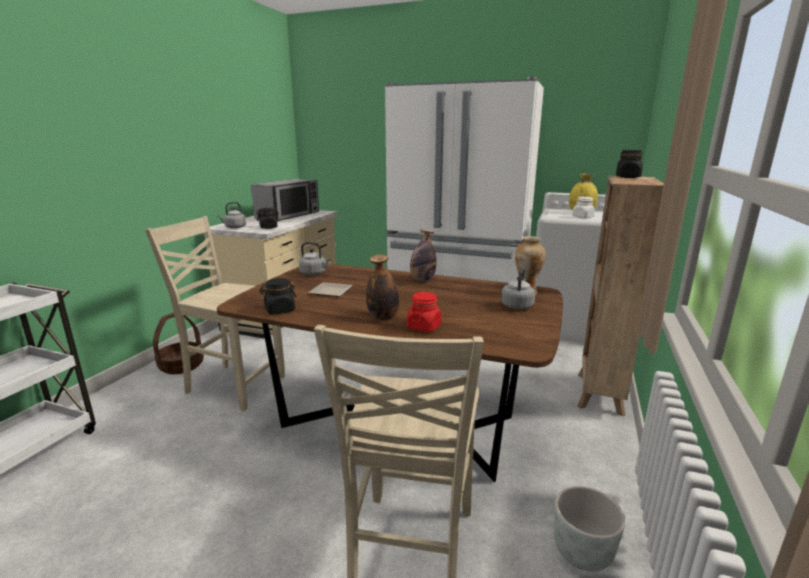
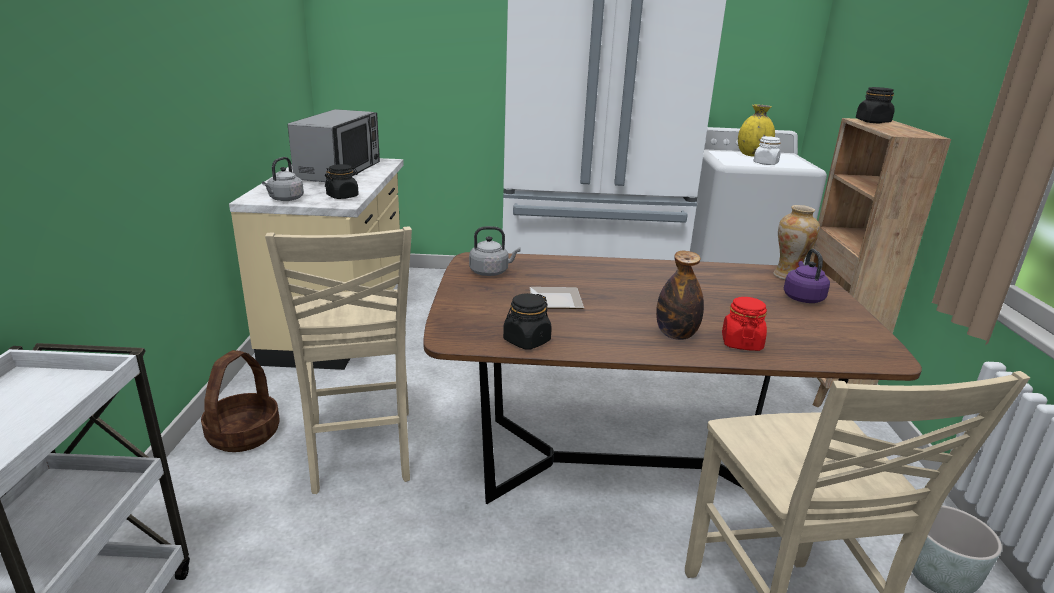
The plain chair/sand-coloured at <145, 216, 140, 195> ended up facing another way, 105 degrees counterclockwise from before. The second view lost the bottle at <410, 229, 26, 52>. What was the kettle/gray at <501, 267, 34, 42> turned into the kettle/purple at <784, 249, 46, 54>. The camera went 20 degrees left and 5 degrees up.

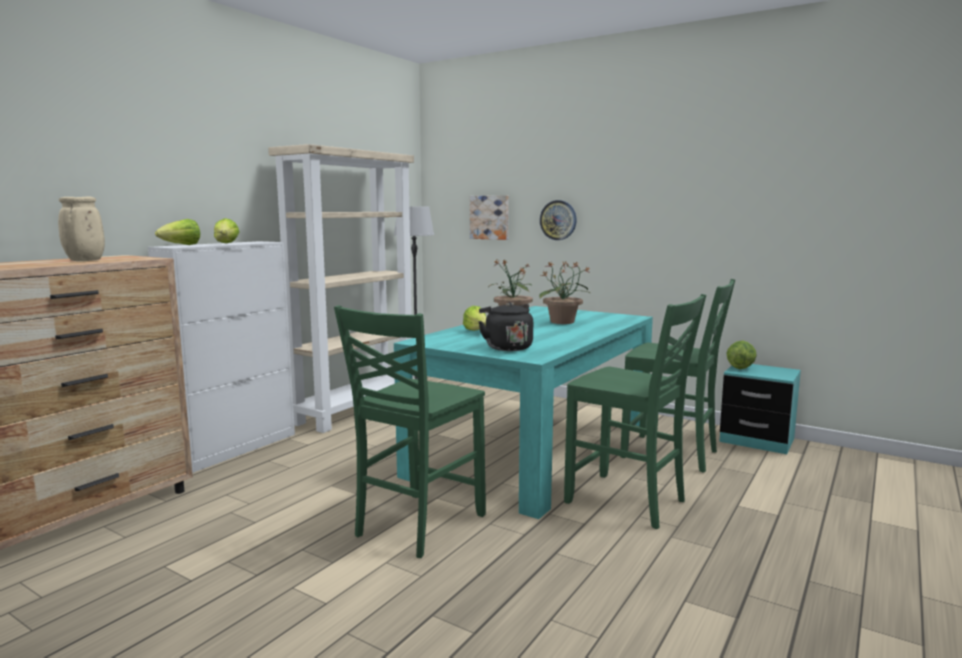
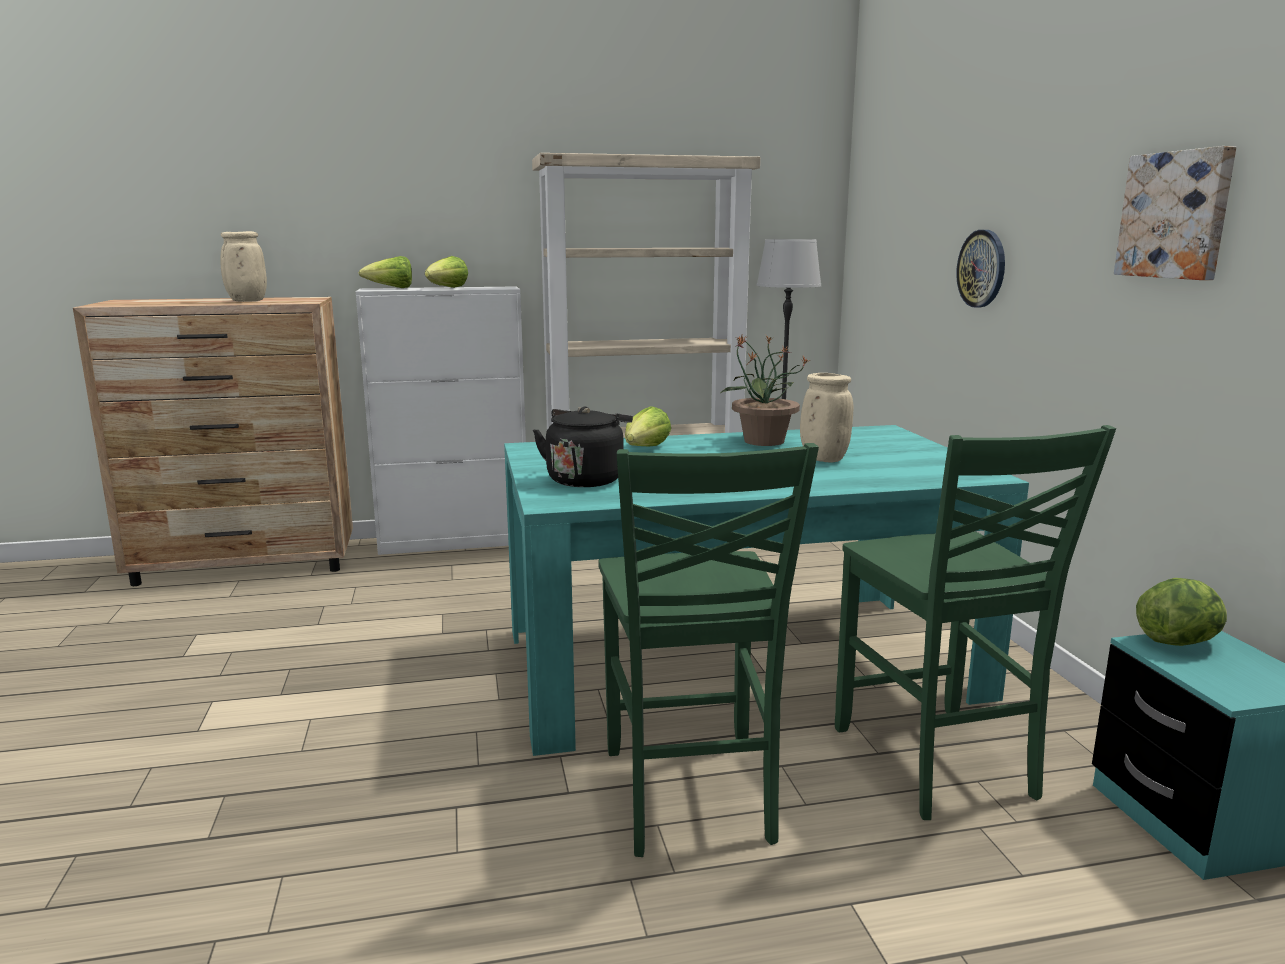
The wall art ended up elsewhere, having gone from <470, 195, 39, 45> to <1114, 146, 123, 134>. Where the houseplant stood at <539, 261, 52, 63>, the flower vase/sand-coloured came to stand at <800, 373, 53, 89>. The second view lost the plain chair/green-coloured at <334, 305, 152, 253>. The camera went 45 degrees right and 5 degrees up.

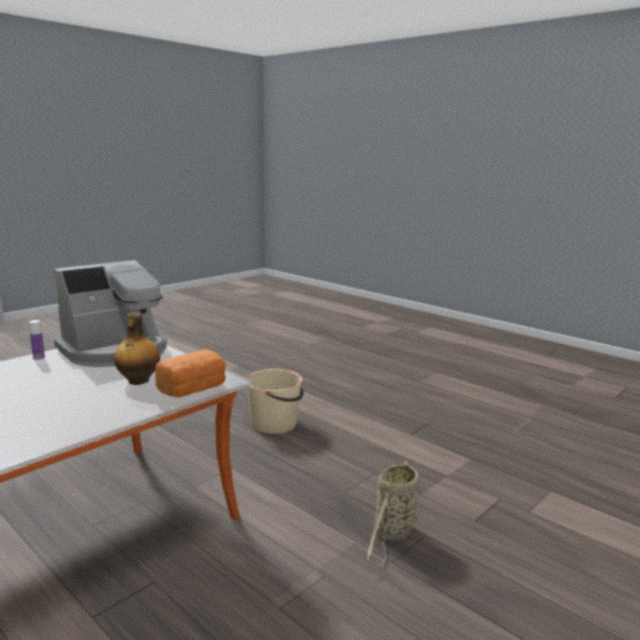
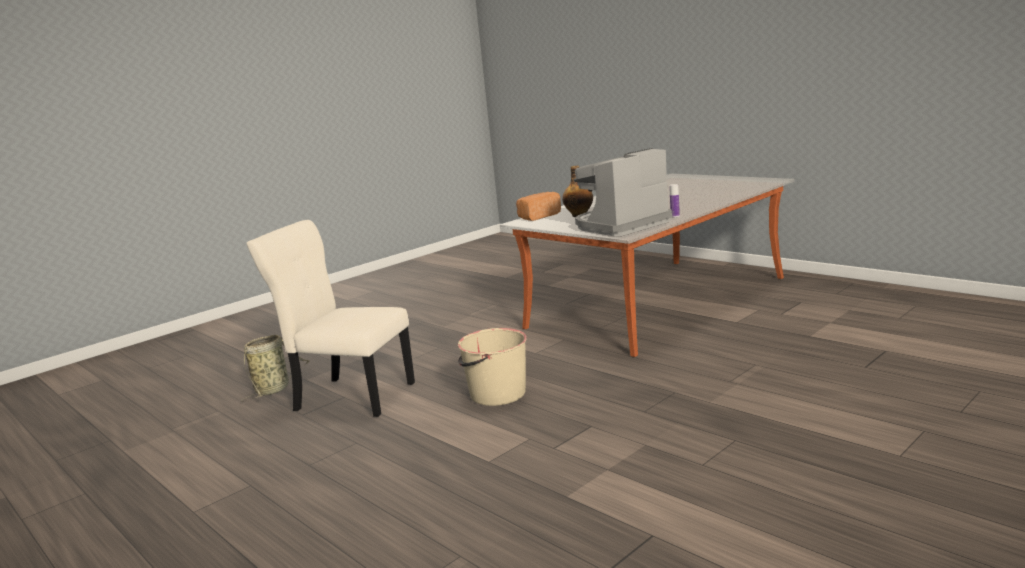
The household basket ended up elsewhere, having gone from <367, 461, 52, 104> to <241, 335, 68, 67>. The second view gained the plain chair/sand-coloured at <246, 220, 169, 197>. The camera went 175 degrees left and 0 degrees up.

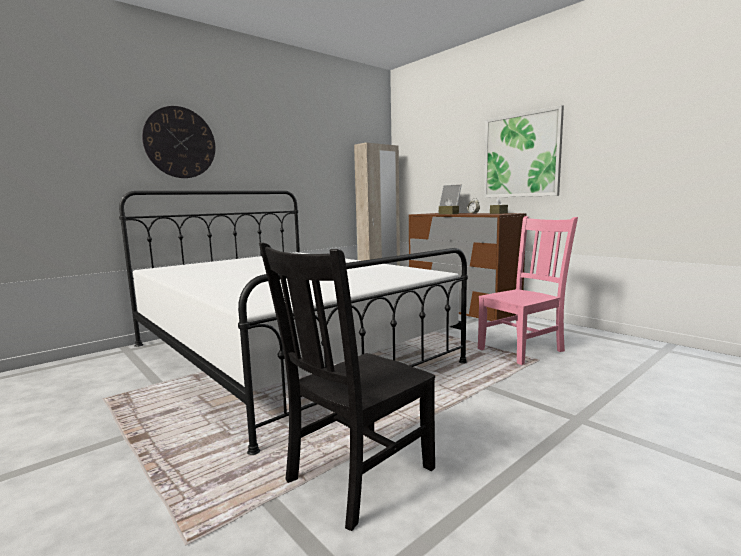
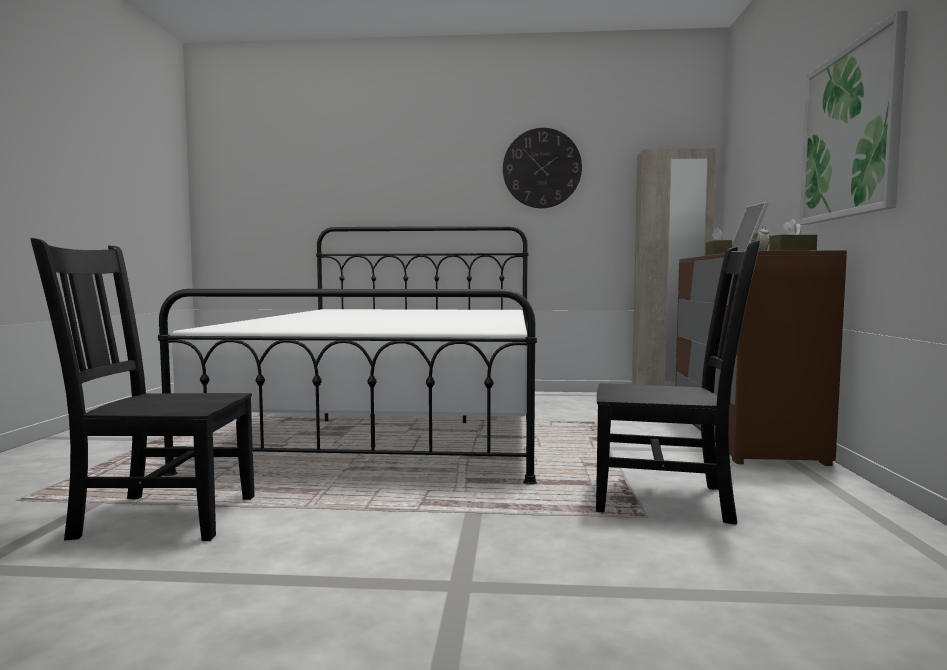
The wall clock ended up elsewhere, having gone from <142, 106, 73, 72> to <503, 128, 79, 80>. What was the plain chair/pinkish at <478, 216, 100, 149> turned into the plain chair/black at <596, 240, 164, 285>. The camera went 45 degrees right and 5 degrees down.

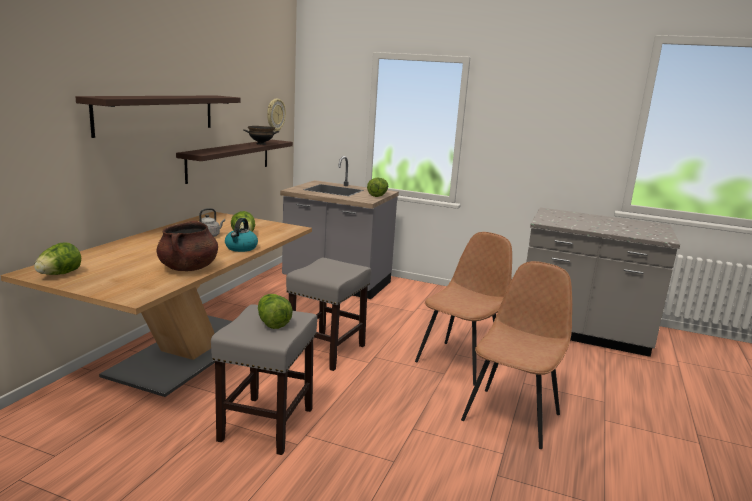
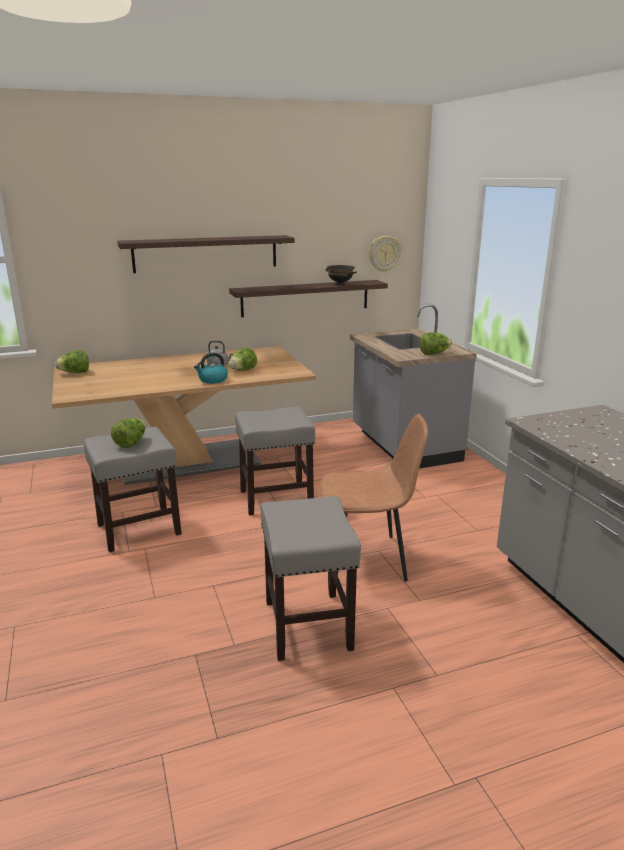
The second view lost the saucepot/brown at <157, 220, 61, 51>. Where the plain chair/brown stood at <461, 261, 111, 188>, the stool/gray came to stand at <260, 496, 101, 165>. The camera went 50 degrees right and 5 degrees up.

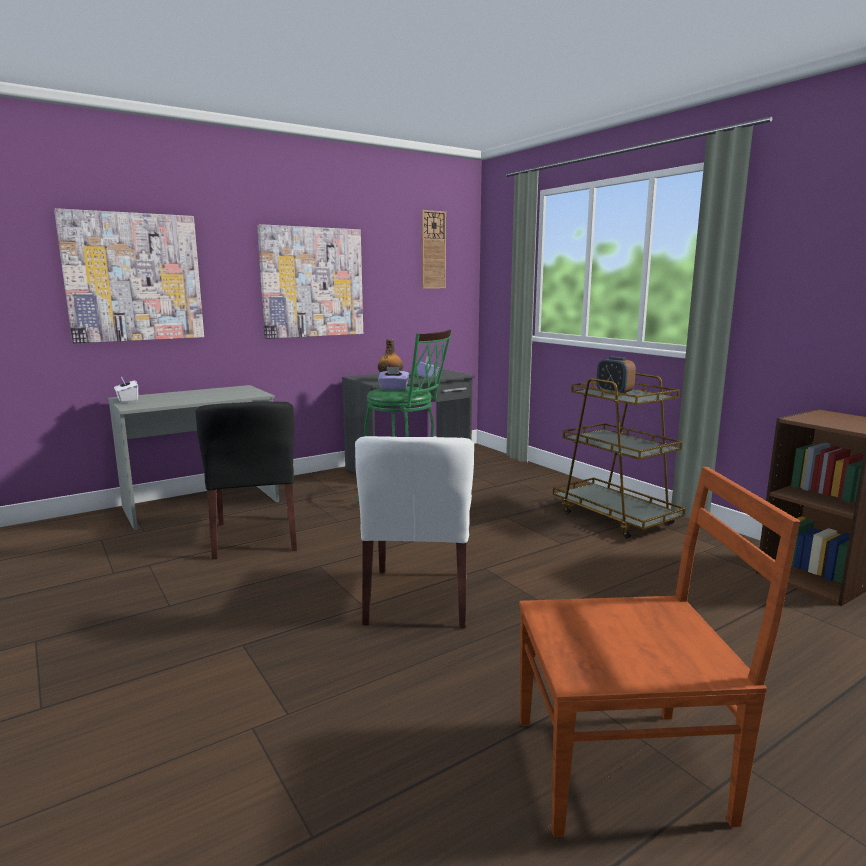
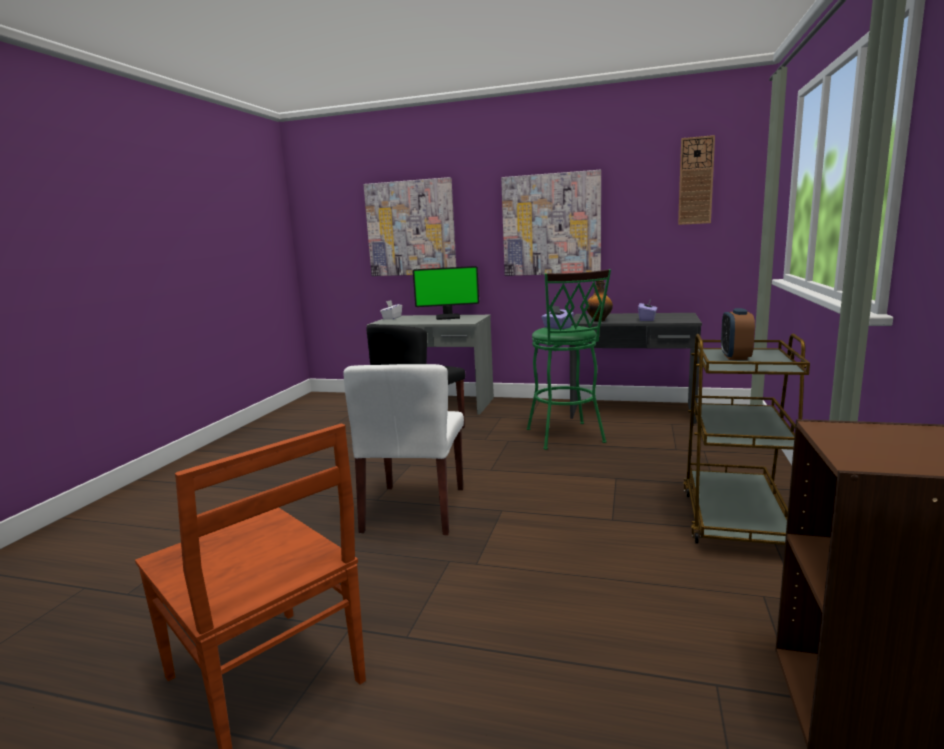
The plain chair/white-coloured at <355, 436, 119, 193> ended up facing another way, 45 degrees counterclockwise from before. The second view gained the monitor at <413, 266, 66, 54>. The camera went 50 degrees right and 0 degrees up.

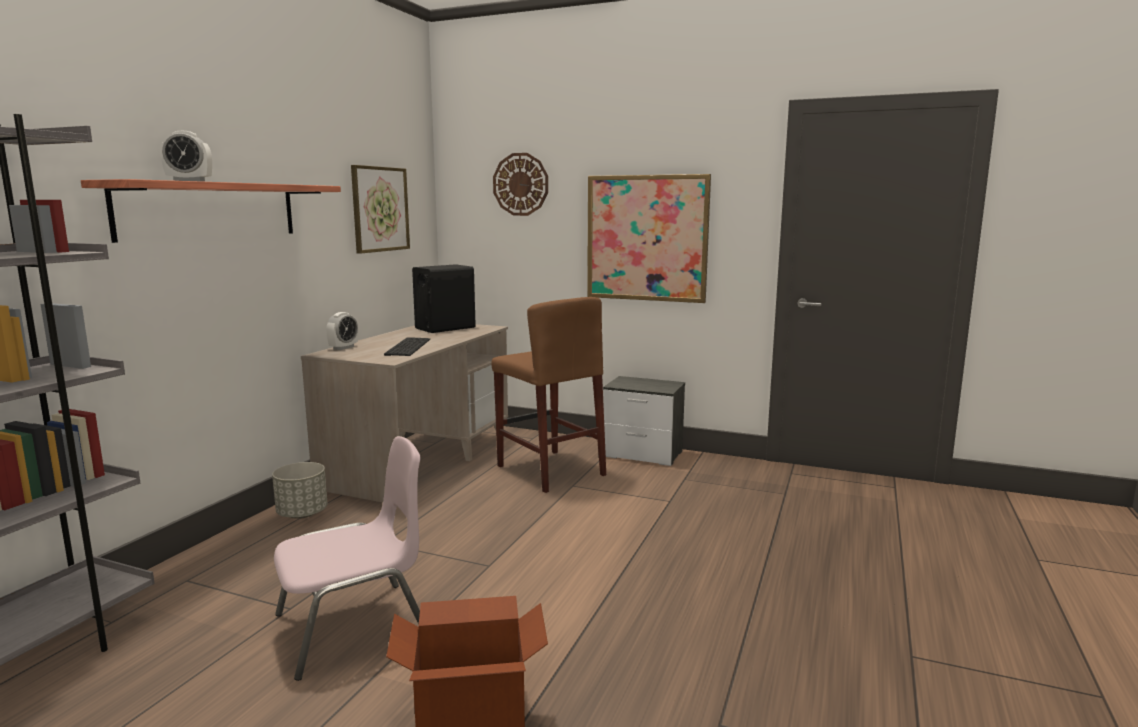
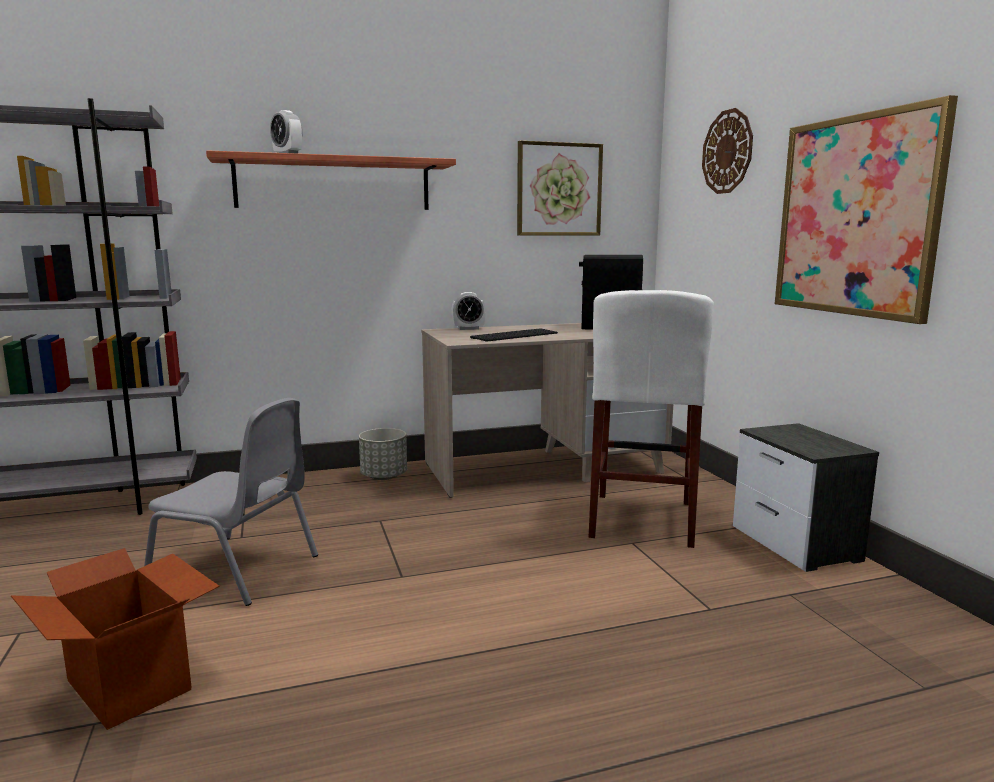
What was the stool/brown at <491, 297, 115, 196> turned into the stool/white-coloured at <589, 290, 125, 258>. What was the plain chair/pinkish at <274, 436, 146, 245> turned into the plain chair/gray at <144, 398, 174, 208>. The camera went 50 degrees right and 0 degrees up.

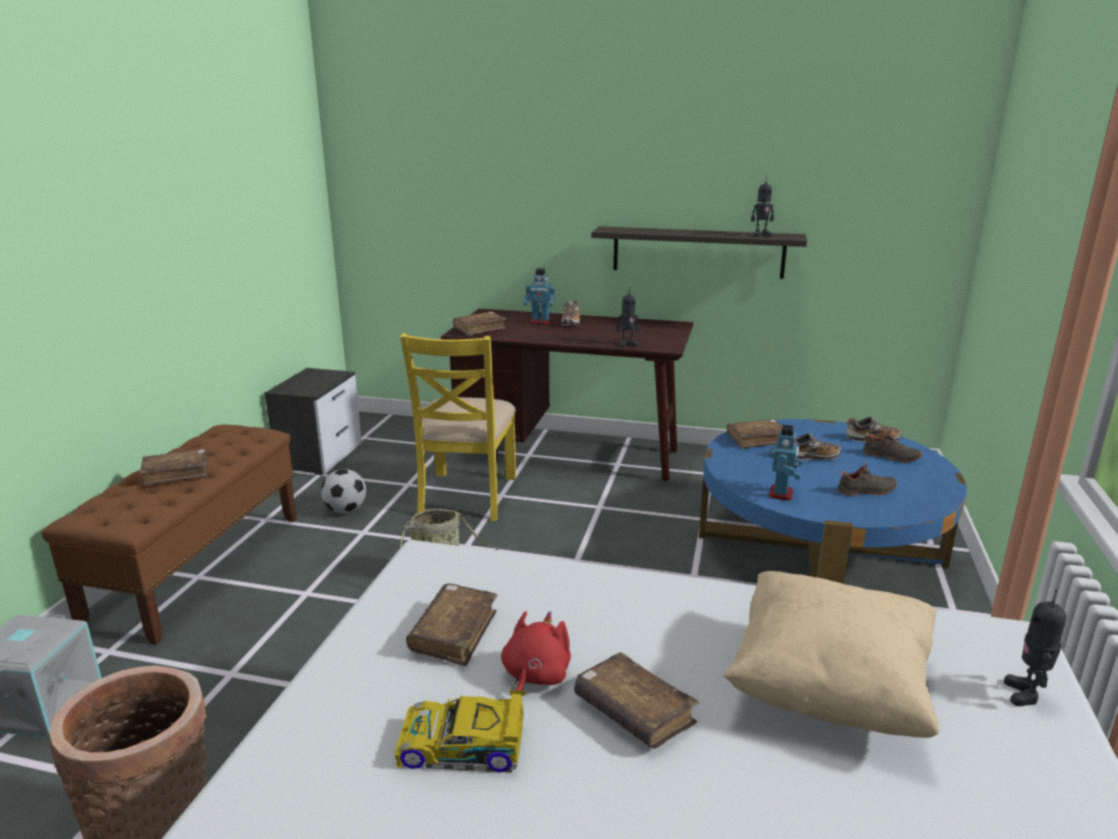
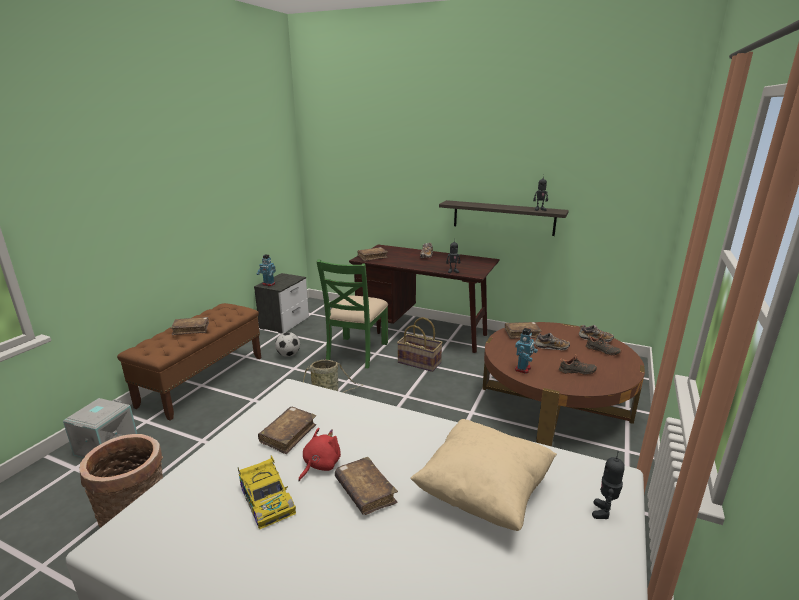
The toy robot ended up elsewhere, having gone from <524, 268, 31, 57> to <257, 254, 19, 32>. What was the plain chair/yellowish at <400, 333, 116, 188> turned into the plain chair/green-coloured at <317, 260, 71, 108>. What was the lounge table/blue-coloured at <699, 419, 268, 165> turned into the lounge table/brown at <482, 322, 163, 125>. The toy car at <395, 690, 131, 82> ended up facing another way, 135 degrees counterclockwise from before. The second view gained the household basket at <397, 317, 46, 55>. The camera went 10 degrees right and 0 degrees up.

